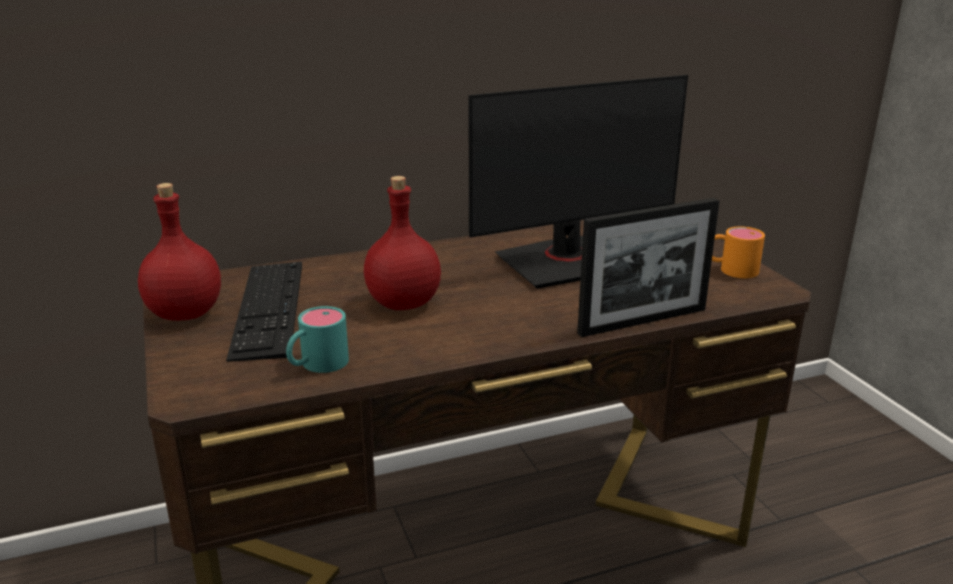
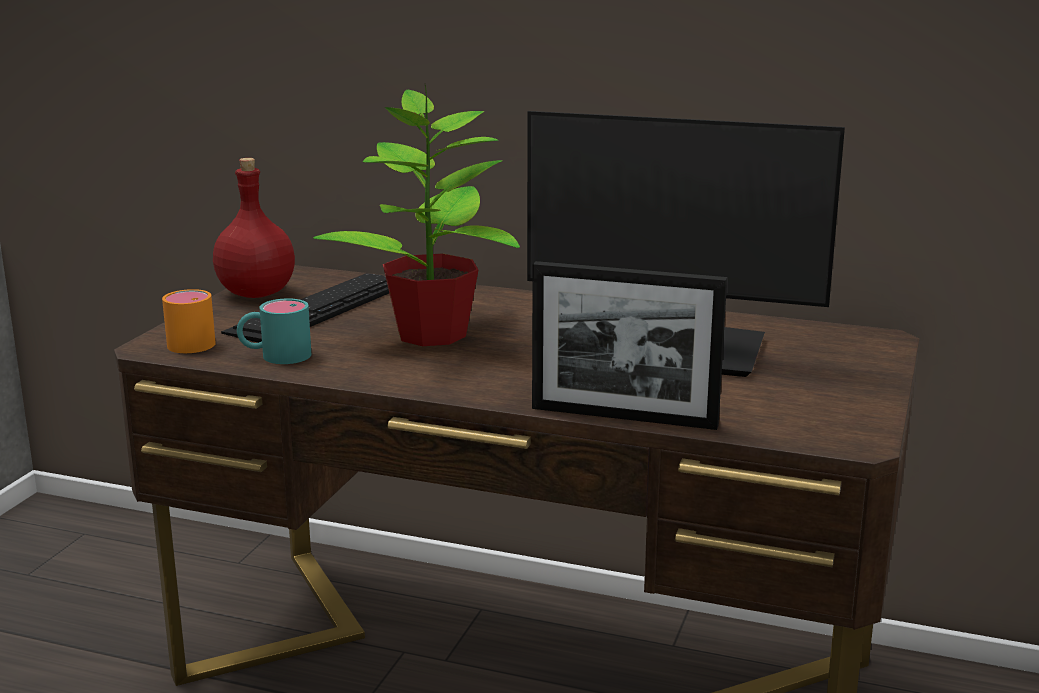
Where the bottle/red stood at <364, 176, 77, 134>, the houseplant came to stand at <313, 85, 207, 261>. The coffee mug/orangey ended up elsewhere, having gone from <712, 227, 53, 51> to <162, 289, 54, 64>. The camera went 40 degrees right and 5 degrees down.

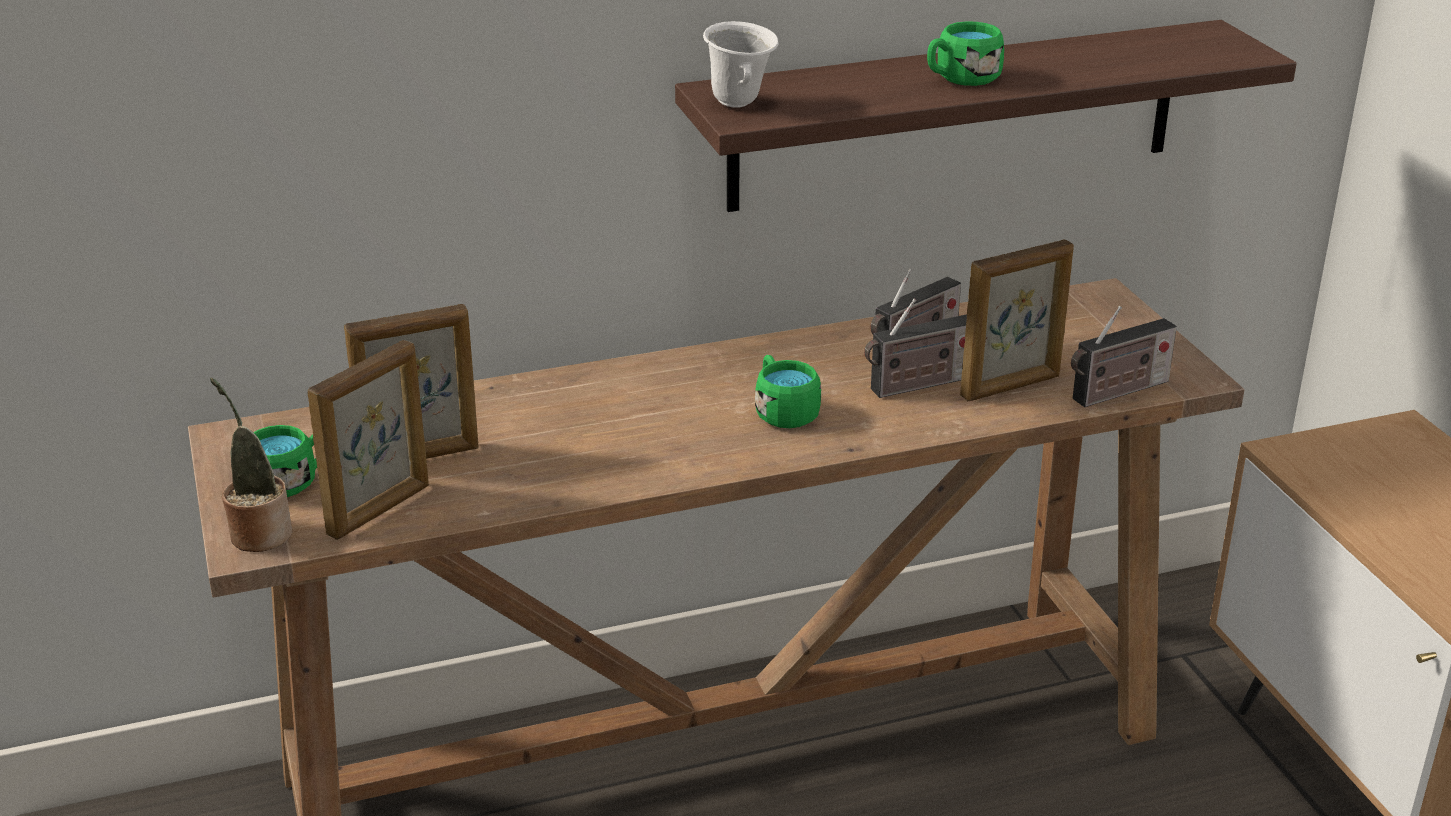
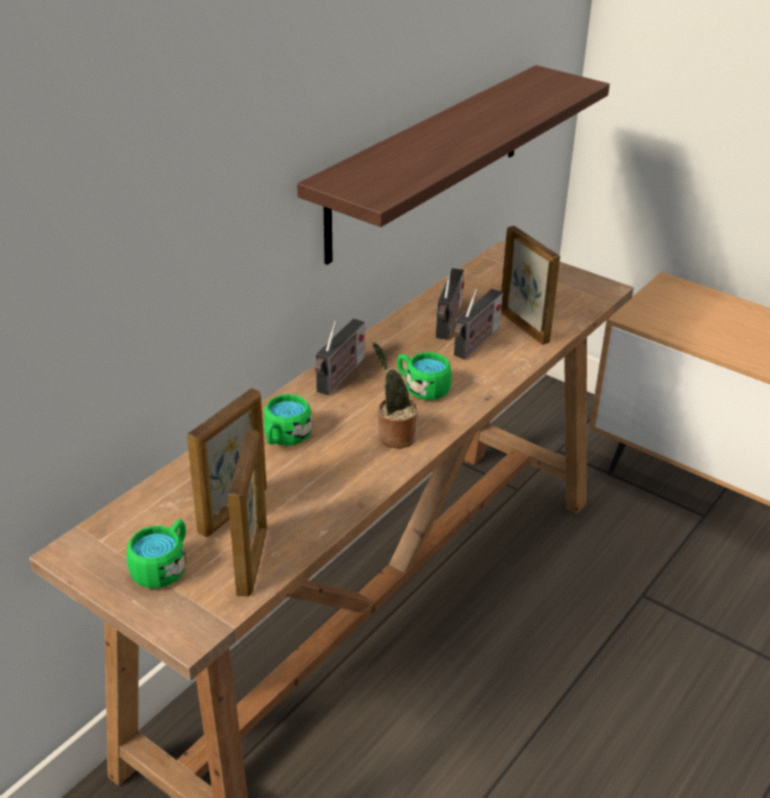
The second view lost the coffee mug/white-coloured at <703, 21, 76, 86>. The coffee mug/green-coloured ended up elsewhere, having gone from <927, 21, 77, 65> to <264, 394, 48, 52>. The photo frame at <960, 240, 114, 161> ended up facing another way, 60 degrees counterclockwise from before. The radio receiver ended up elsewhere, having gone from <1071, 306, 106, 101> to <315, 319, 50, 77>. The houseplant ended up elsewhere, having gone from <210, 378, 82, 174> to <372, 342, 47, 107>. The camera went 35 degrees left and 5 degrees up.

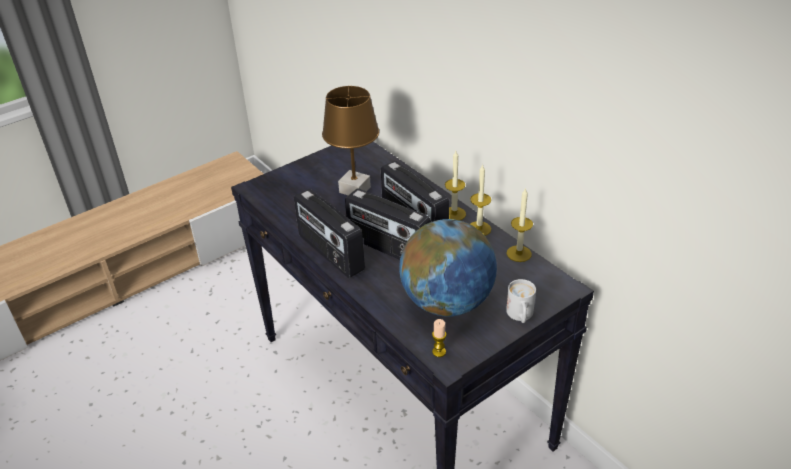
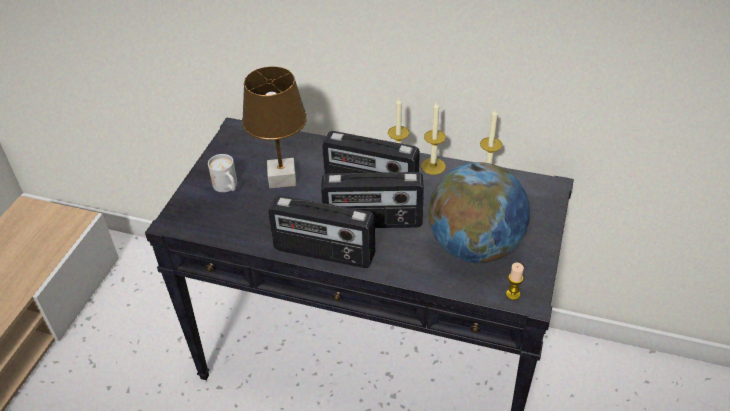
The coffee mug/white-coloured ended up elsewhere, having gone from <506, 279, 30, 44> to <208, 154, 29, 38>. The camera went 35 degrees left and 5 degrees up.

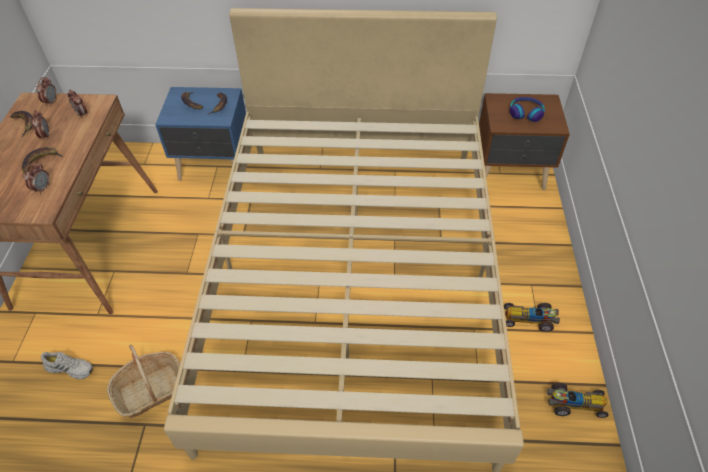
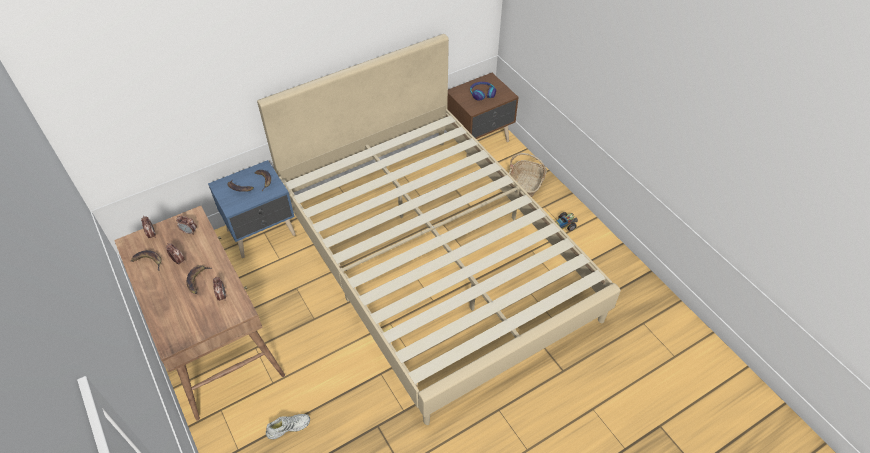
The household basket ended up elsewhere, having gone from <107, 345, 73, 73> to <509, 153, 38, 44>. The second view lost the toy car at <547, 383, 62, 35>. The camera went 35 degrees left and 0 degrees up.

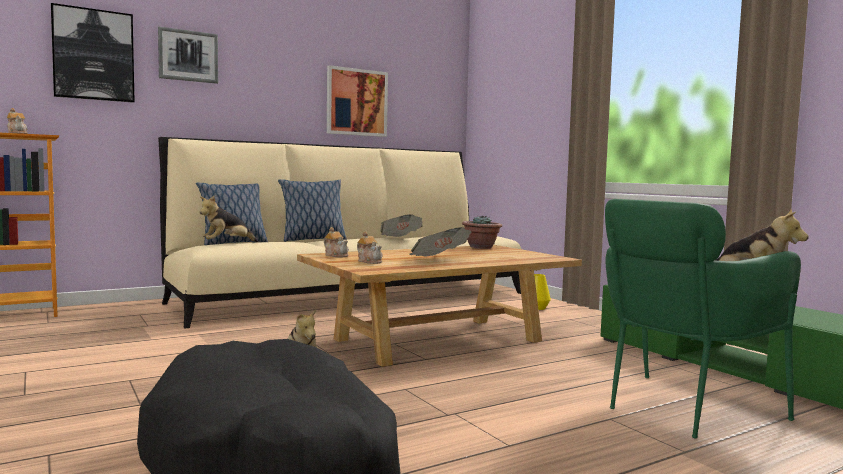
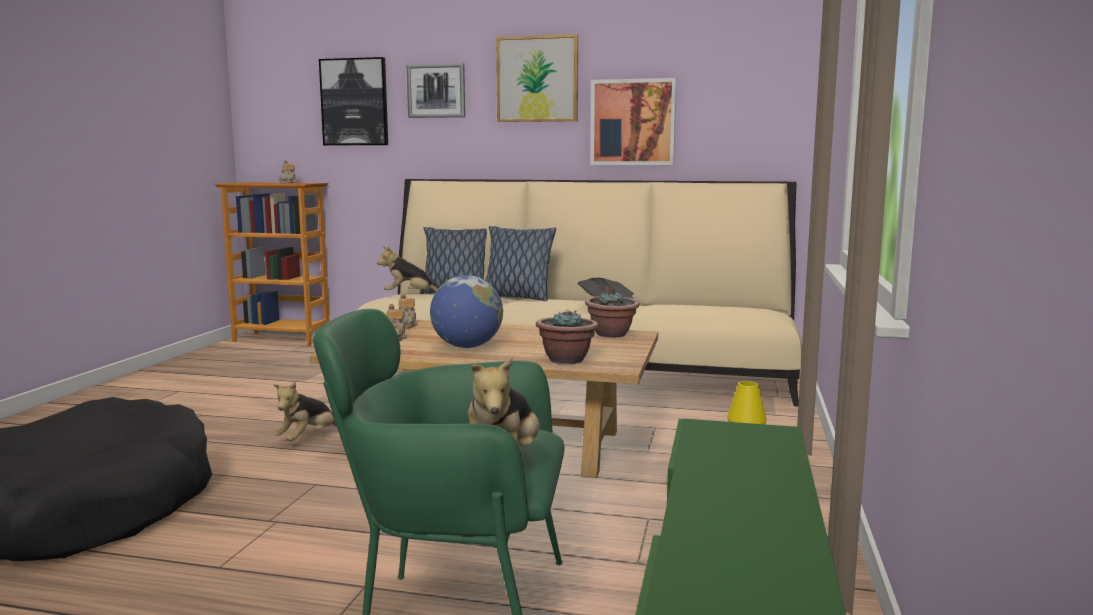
Where the newspaper stood at <409, 227, 62, 29>, the globe came to stand at <430, 275, 73, 73>. The second view gained the wall art at <496, 34, 82, 88>. The second view gained the houseplant at <536, 309, 62, 55>. The camera went 45 degrees right and 5 degrees up.

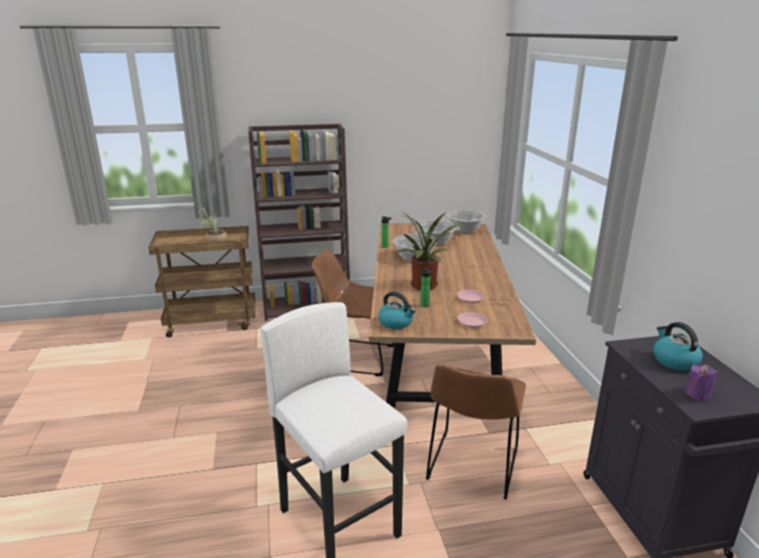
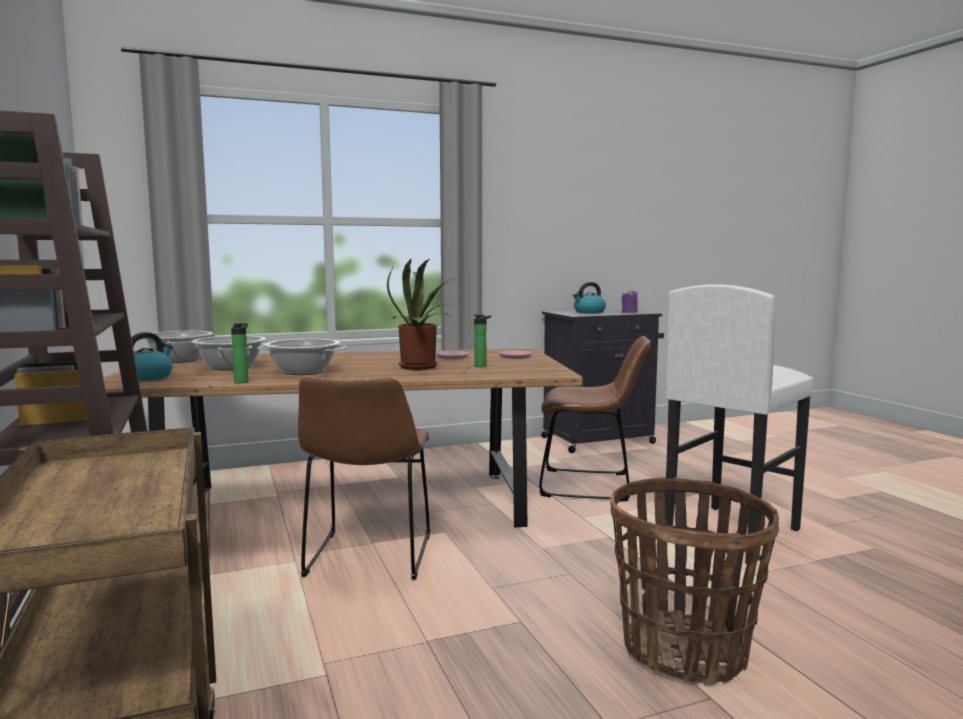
The second view lost the houseplant at <197, 207, 30, 35>. The kettle ended up elsewhere, having gone from <378, 291, 38, 38> to <119, 332, 54, 49>. The second view gained the household basket at <610, 477, 169, 208>. The camera went 100 degrees left and 15 degrees down.

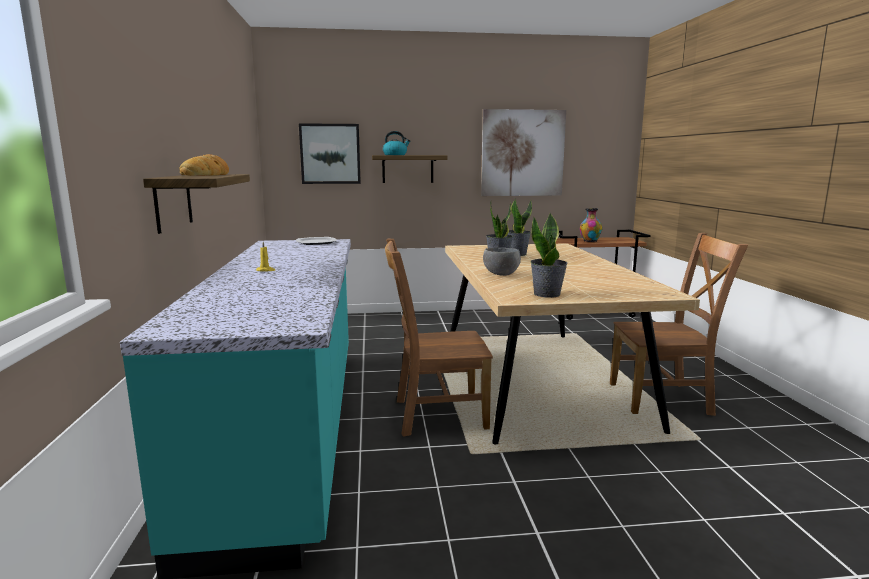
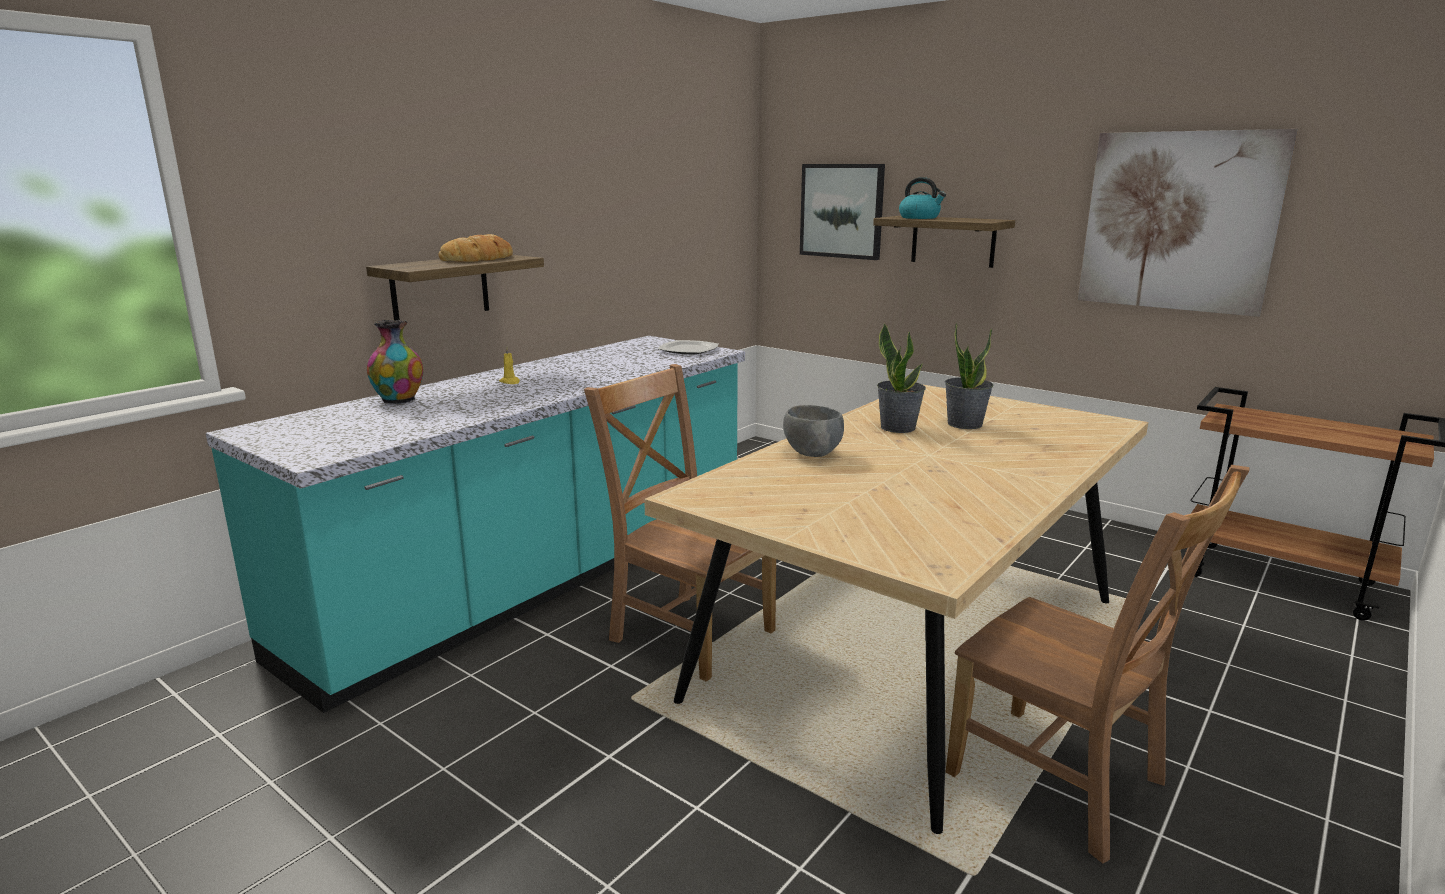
The flower vase ended up elsewhere, having gone from <580, 208, 22, 34> to <367, 320, 56, 84>. The second view lost the houseplant at <530, 212, 38, 86>. The camera went 45 degrees right and 5 degrees up.

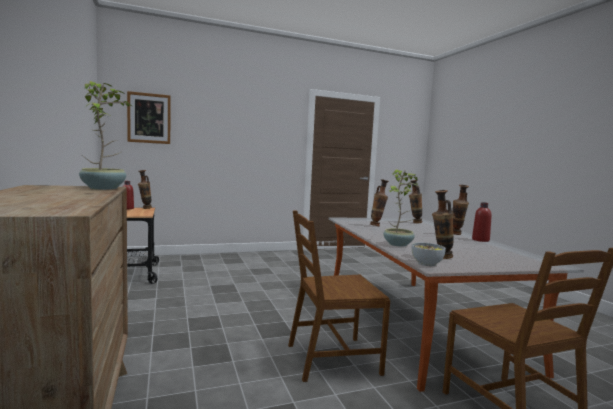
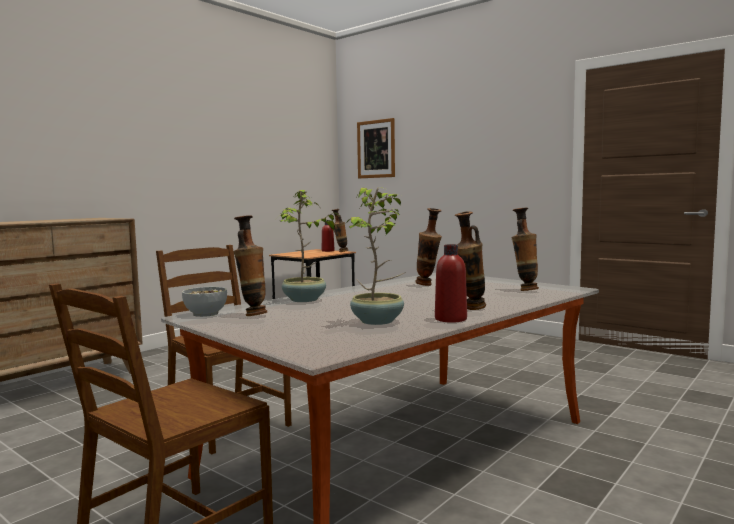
The houseplant ended up elsewhere, having gone from <79, 81, 53, 109> to <345, 187, 61, 138>. The camera went 60 degrees right and 0 degrees up.

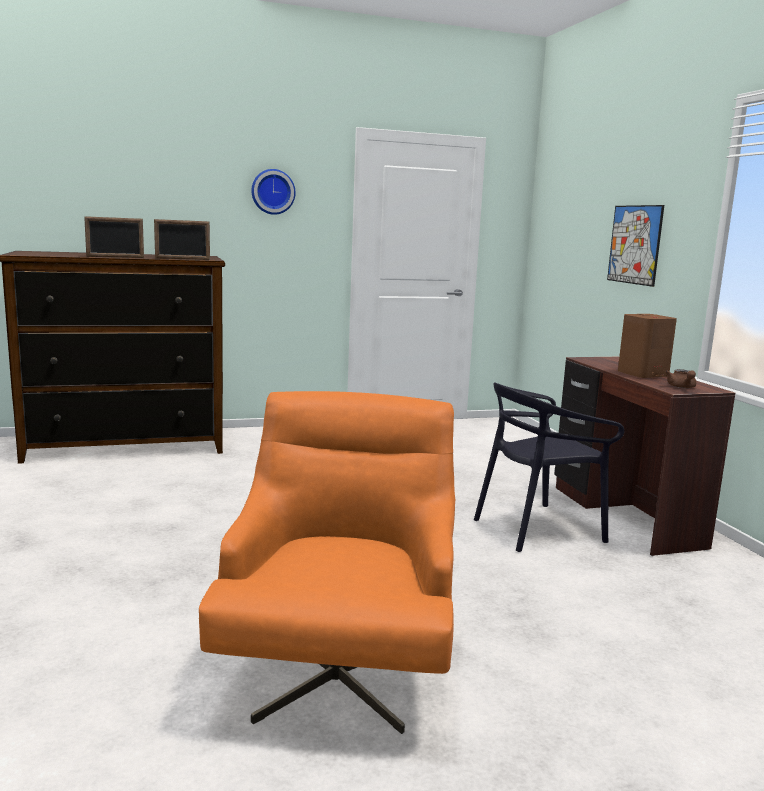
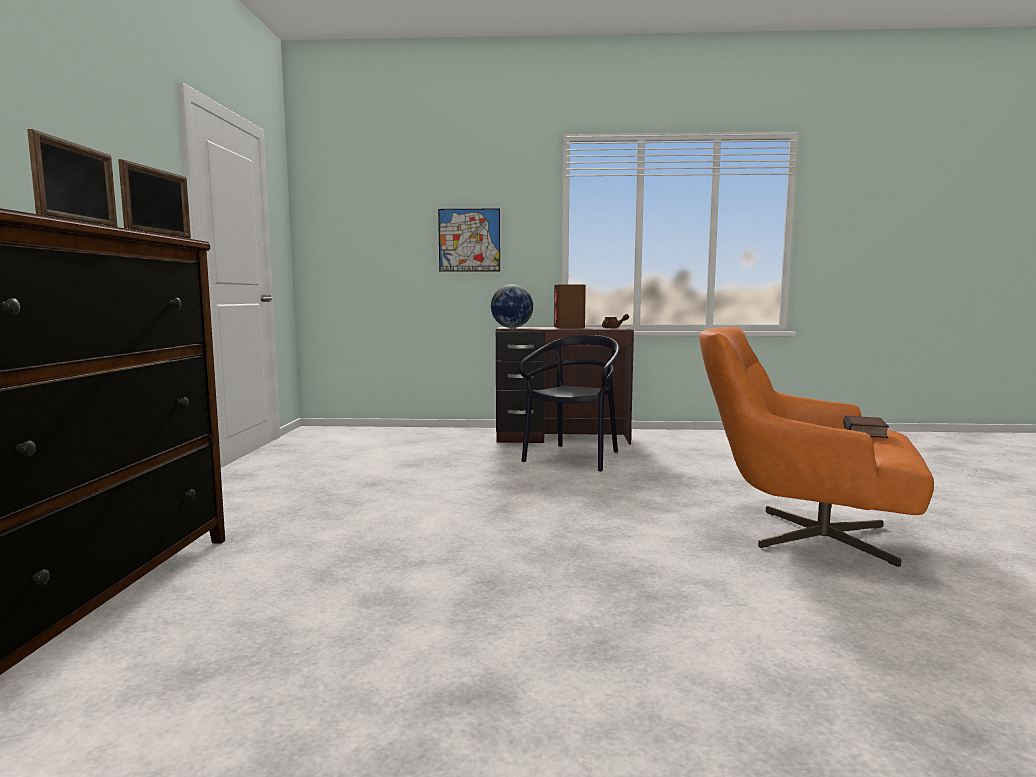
The second view lost the wall clock at <251, 169, 45, 46>. The plain chair/black at <474, 382, 151, 170> ended up facing another way, 150 degrees counterclockwise from before. The second view gained the globe at <491, 284, 42, 44>. The second view gained the book at <843, 416, 46, 22>. The camera went 70 degrees left and 5 degrees down.

